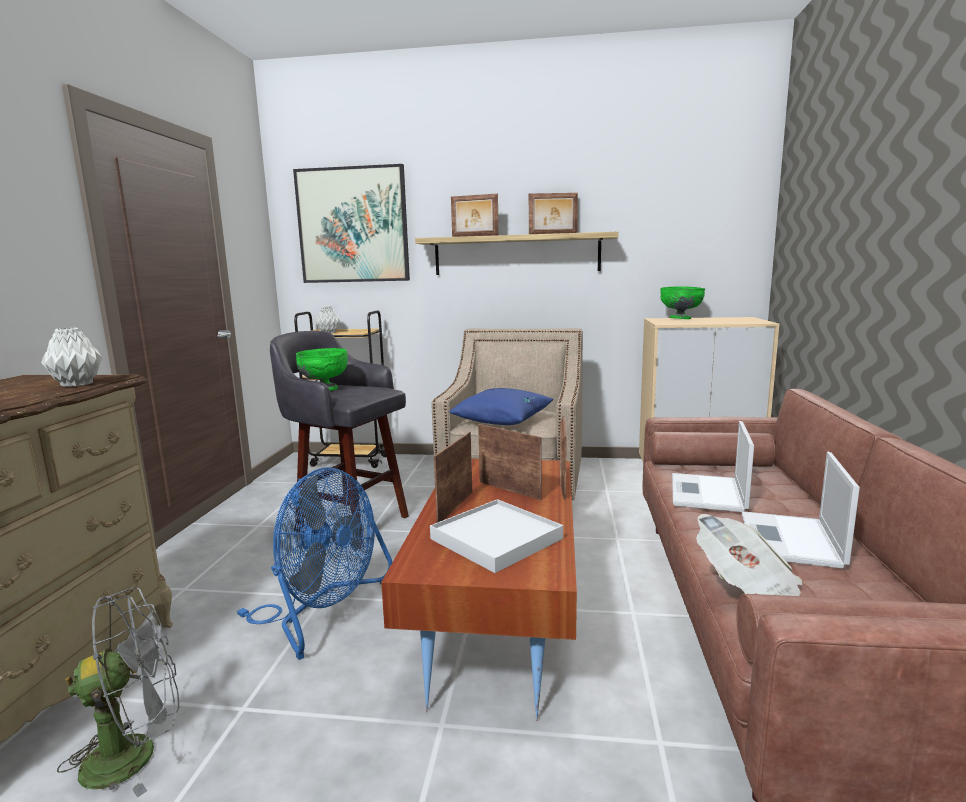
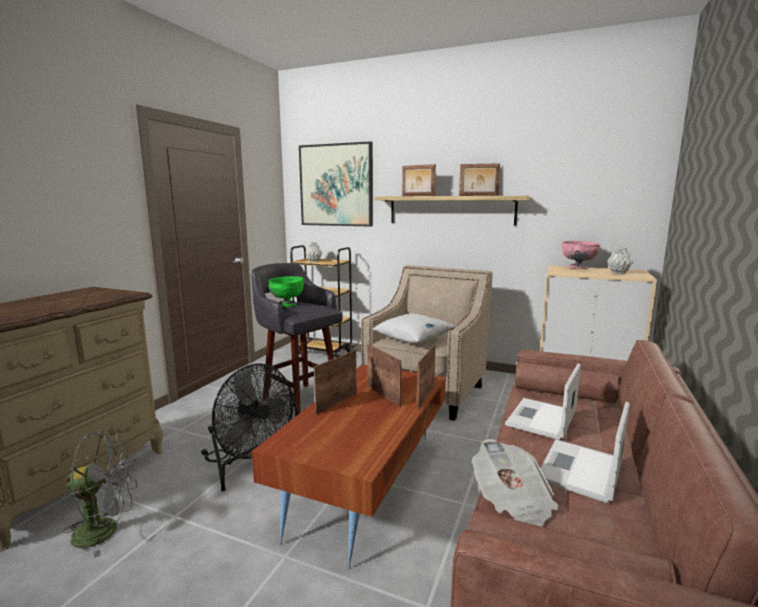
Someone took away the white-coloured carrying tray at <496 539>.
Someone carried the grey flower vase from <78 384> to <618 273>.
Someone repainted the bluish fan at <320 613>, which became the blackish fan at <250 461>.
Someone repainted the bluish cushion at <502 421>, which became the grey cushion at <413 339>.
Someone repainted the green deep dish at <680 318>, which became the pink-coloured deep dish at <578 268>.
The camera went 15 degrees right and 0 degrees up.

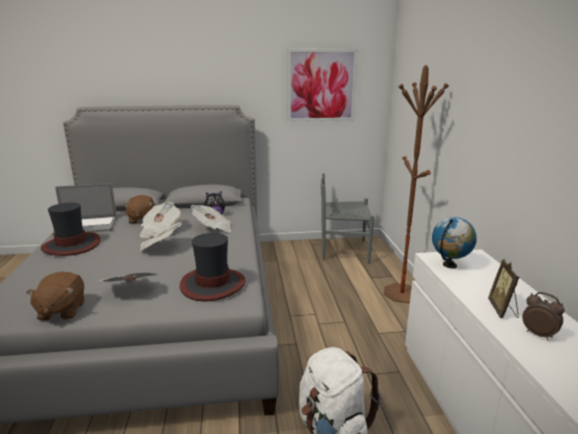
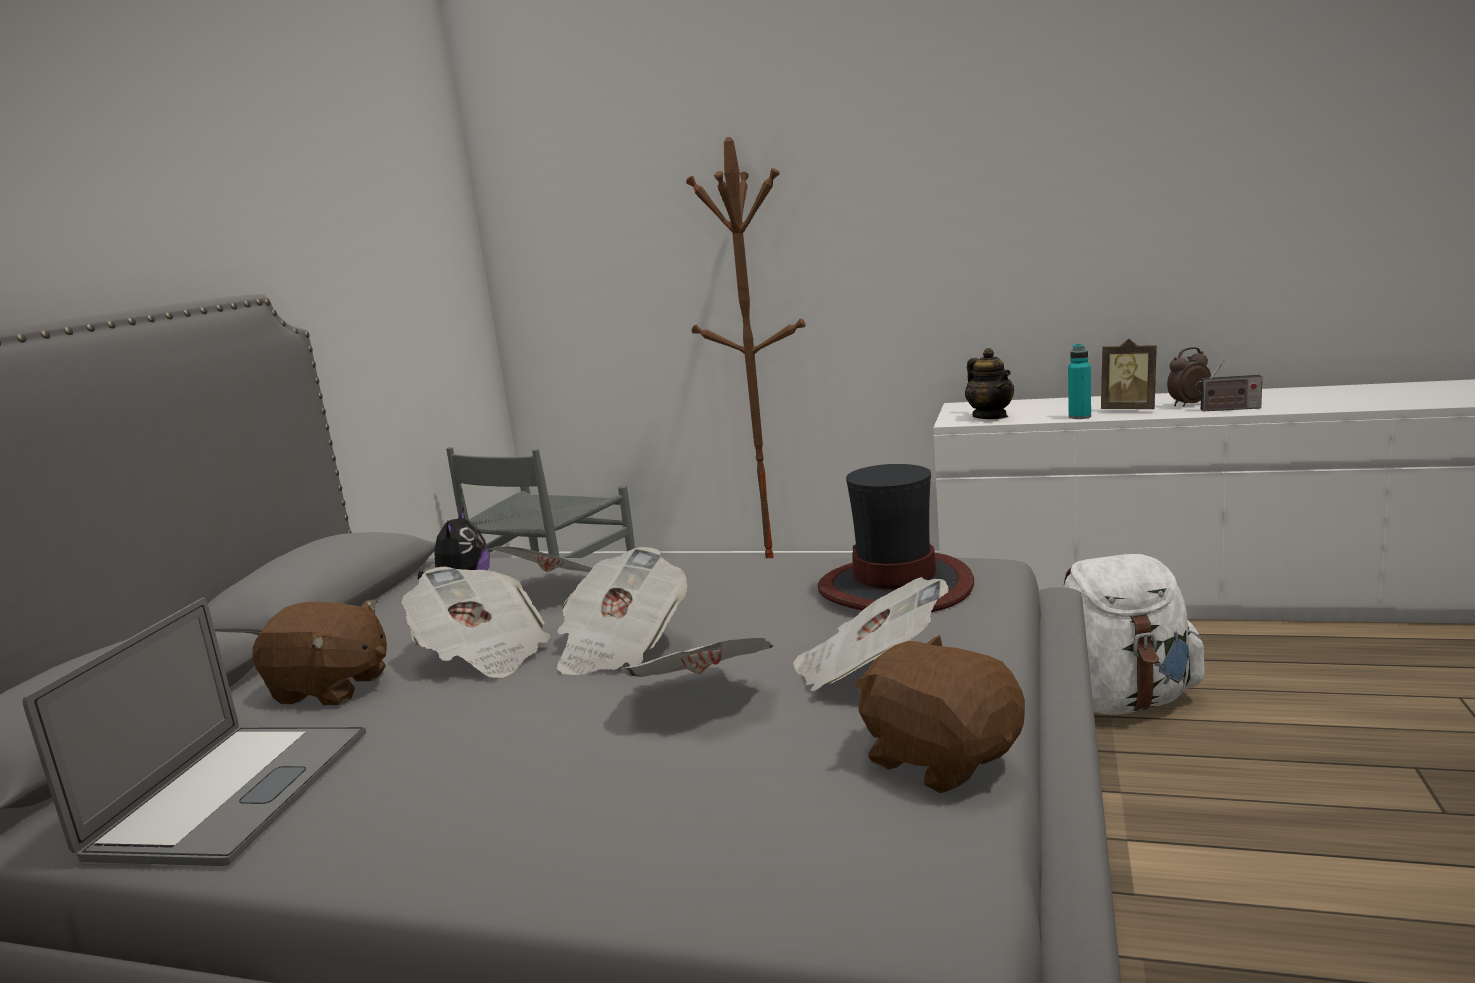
Someone took away the hat at <72 245>.
Someone took away the wall picture at <321 85>.
Someone put down the daily paper at <702 698>.
Someone put down the turquoise-coloured bottle at <1079 417>.
Someone put down the radio at <1227 409>.
Someone swapped the desk globe at <450 265> for the teapot at <990 417>.
Someone rotated the brown cuddly toy at <61 311> by 150 degrees counterclockwise.
The camera went 65 degrees left and 5 degrees down.

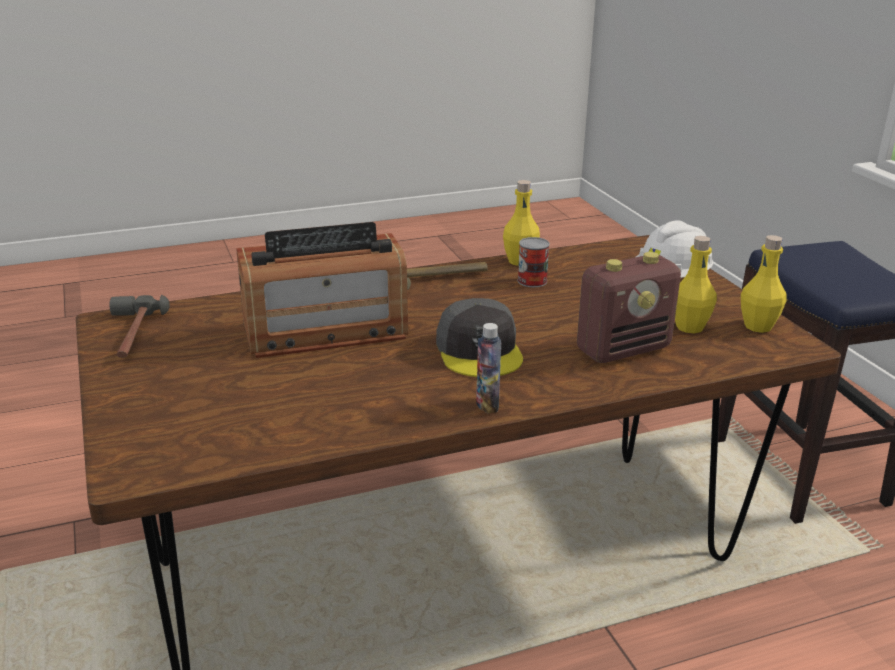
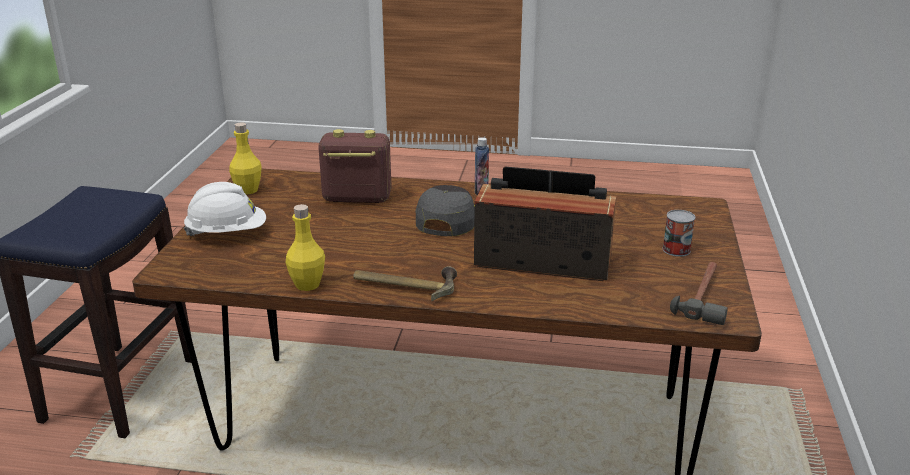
Someone took away the yellow bottle at <689 327>.
Someone carried the can from <532 281> to <676 250>.
The camera went 150 degrees left and 0 degrees up.

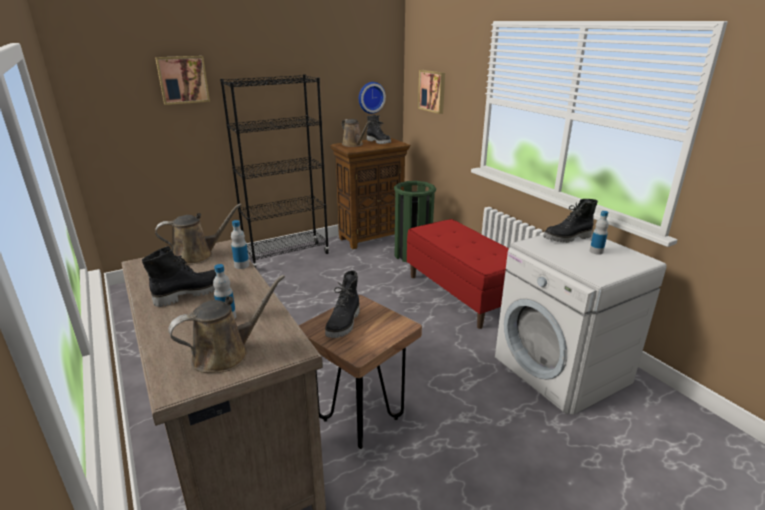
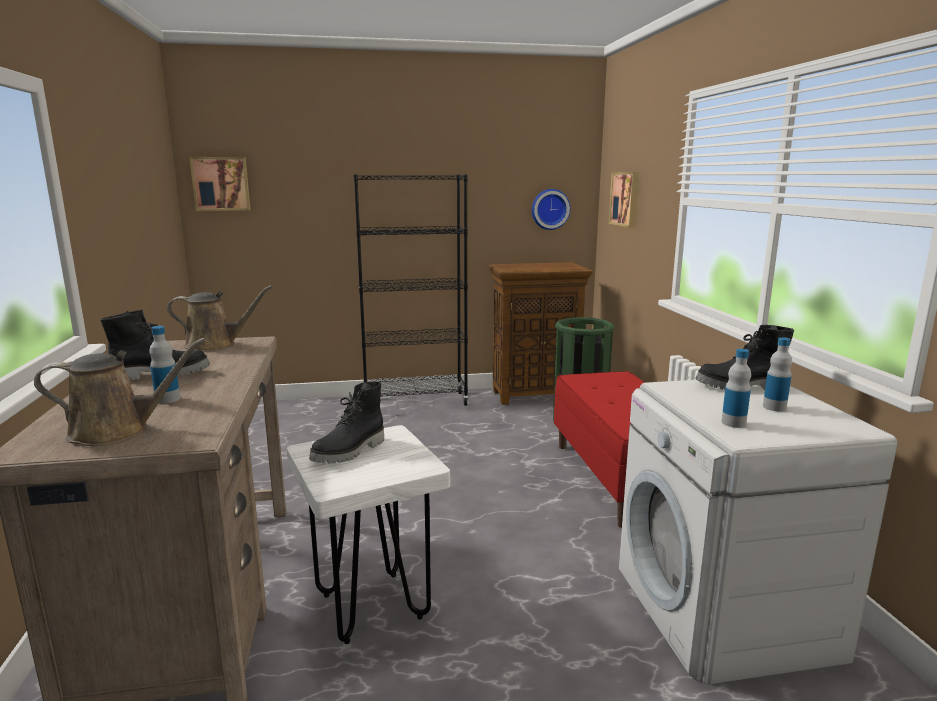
Someone took away the brown watering can at <354 144>.
Someone took away the blackish high-top boot at <379 142>.
Someone carried the wall picture from <183 79> to <221 184>.
Someone carried the bottle from <241 265> to <733 423>.
Someone repainted the brown stool at <361 419>, which became the white-coloured stool at <372 606>.
The camera went 20 degrees right and 10 degrees down.

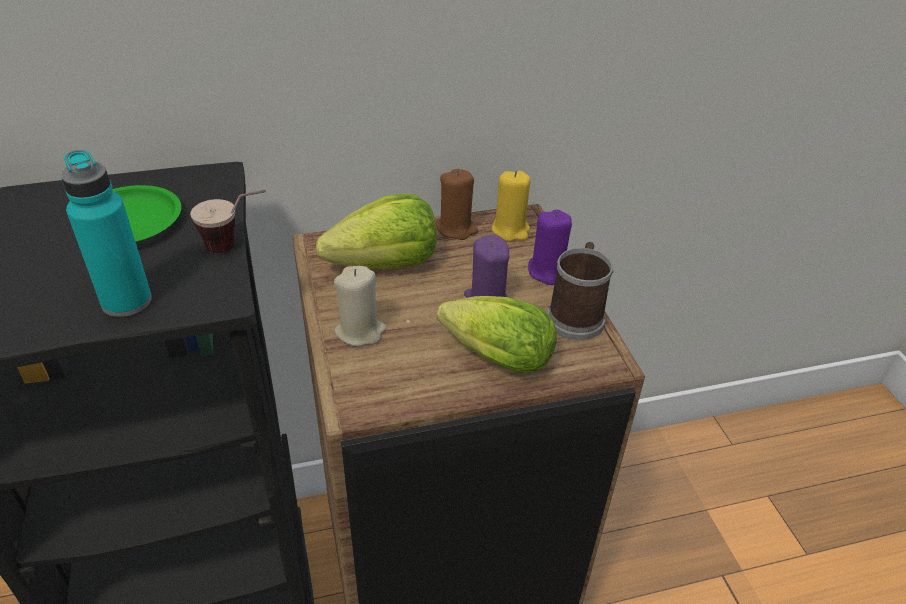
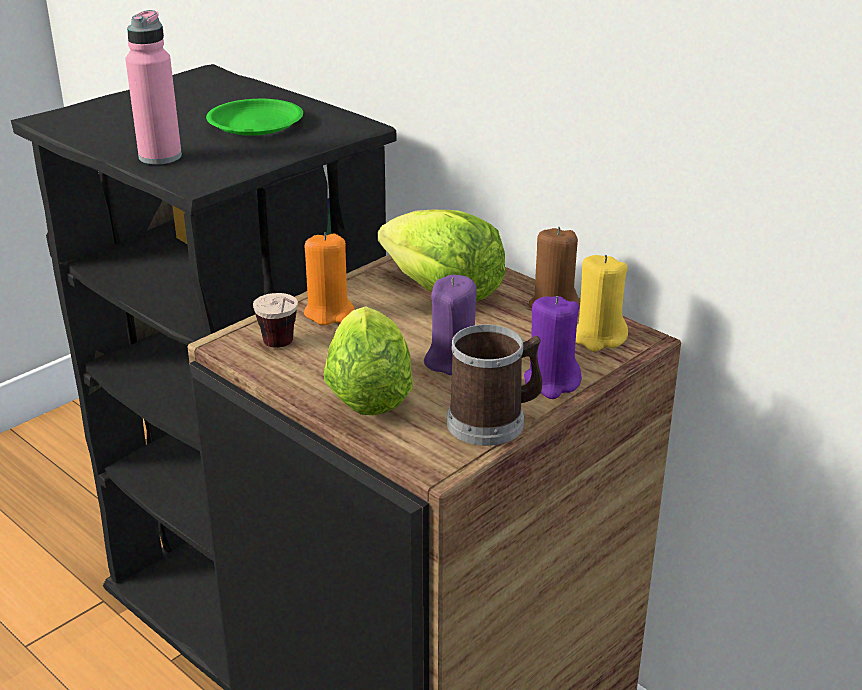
Someone carried the drinking cup from <237 247> to <284 349>.
Someone repainted the turquoise-coloured bottle at <127 301>, which became the pink-coloured bottle at <160 157>.
Someone repainted the beige wax light at <360 331>, which became the orange-coloured wax light at <329 313>.
The camera went 60 degrees right and 10 degrees down.

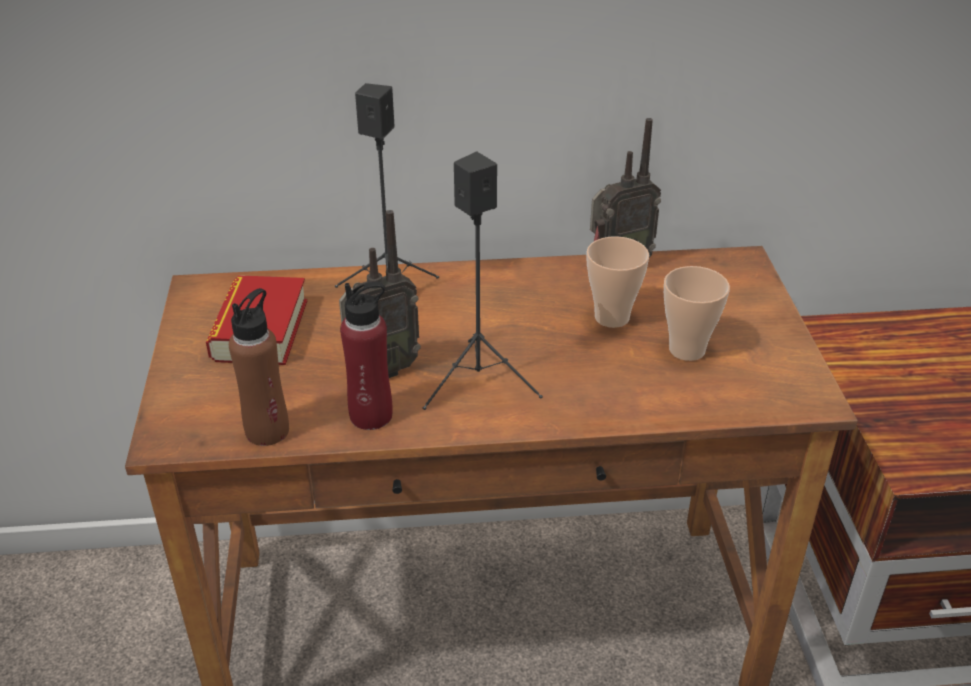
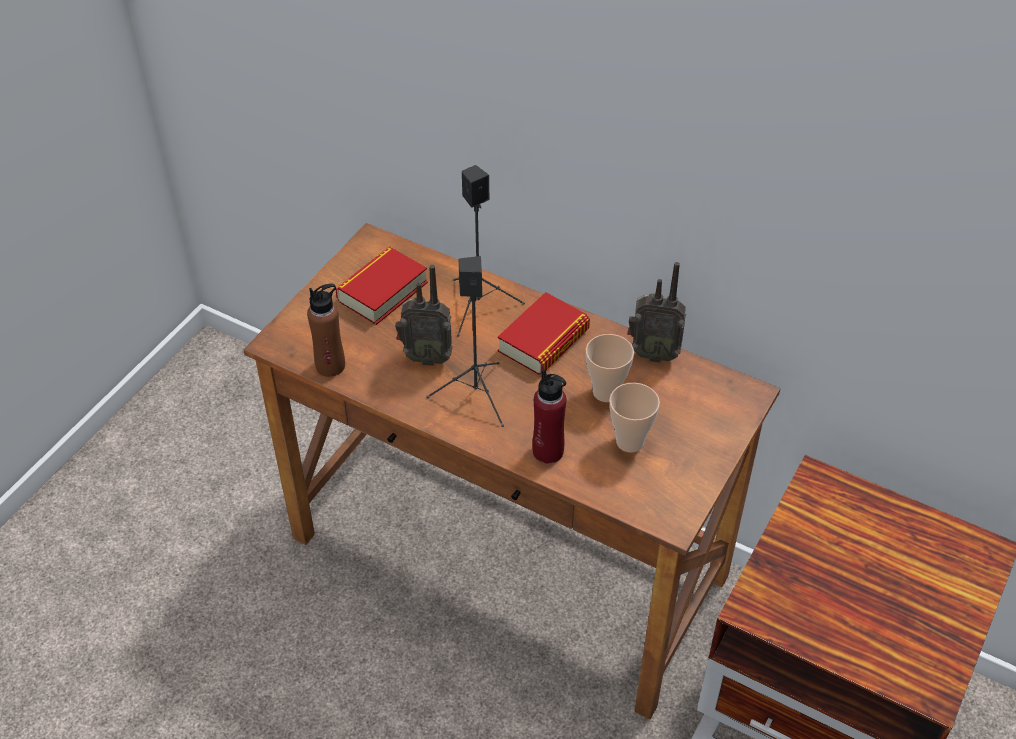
Someone put down the volume at <543 341>.
Someone carried the reddish bottle from <371 415> to <548 451>.
The camera went 35 degrees right and 10 degrees up.

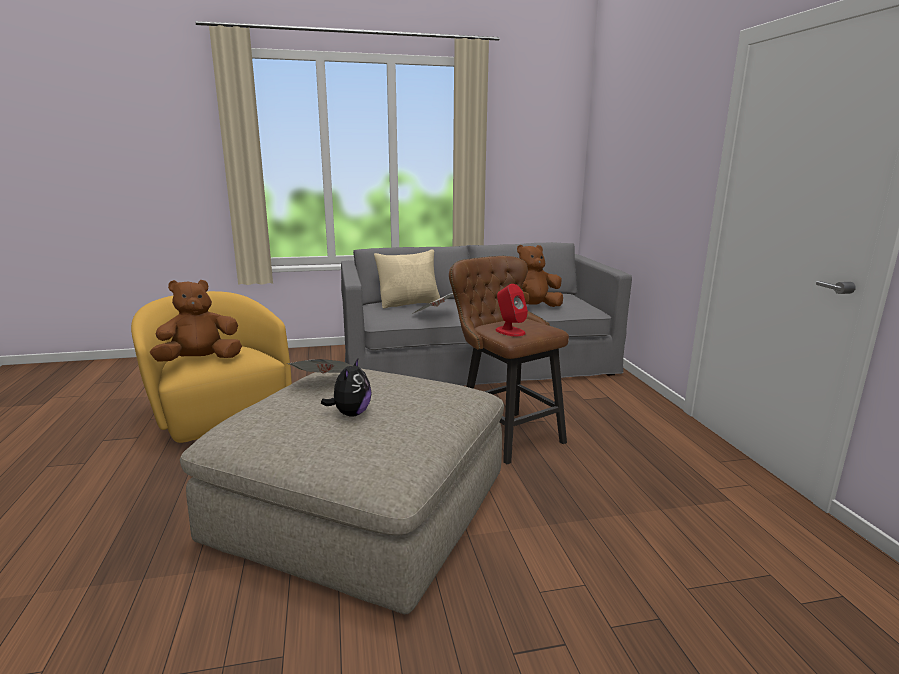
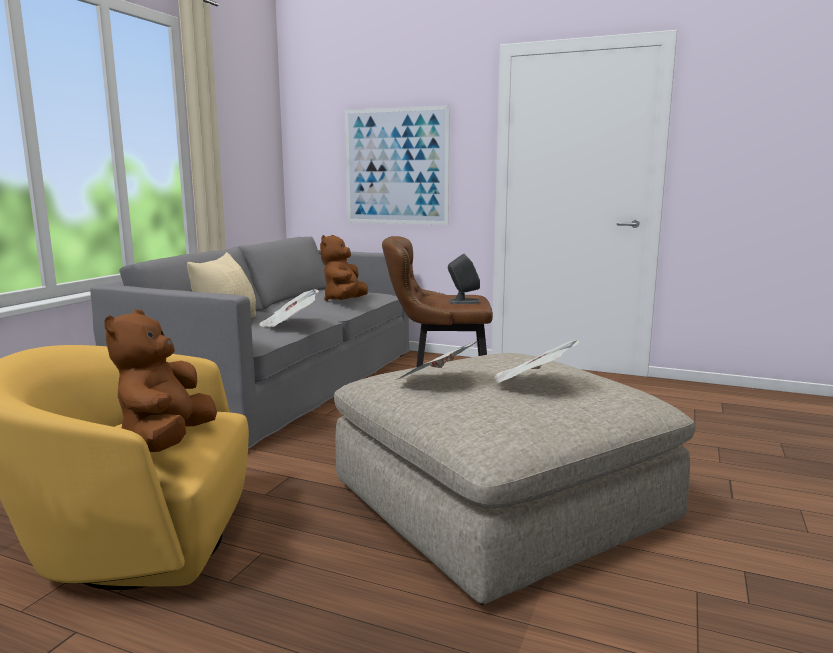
Someone put up the wall picture at <396 166>.
Someone swapped the cuddly toy at <350 414> for the daily paper at <531 384>.
Someone repainted the reddish speaker at <509 331>, which became the grey speaker at <463 301>.
The camera went 55 degrees left and 5 degrees down.

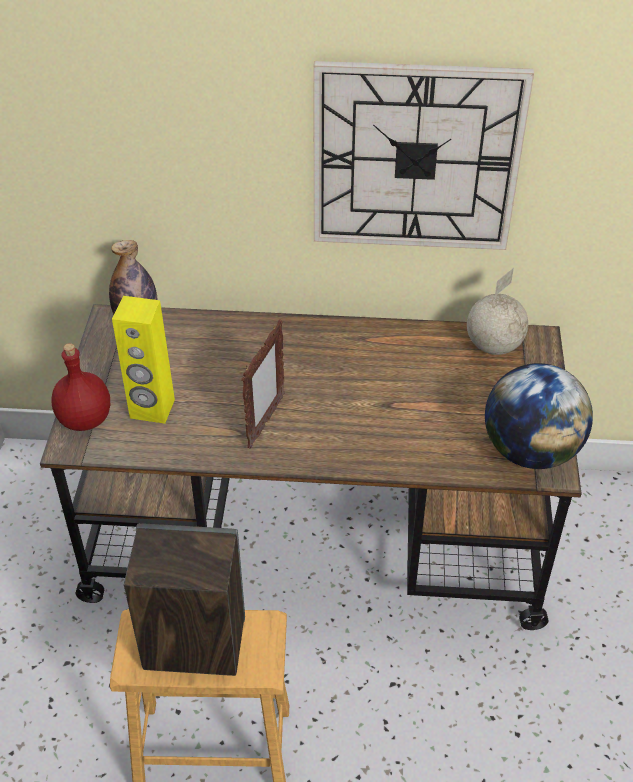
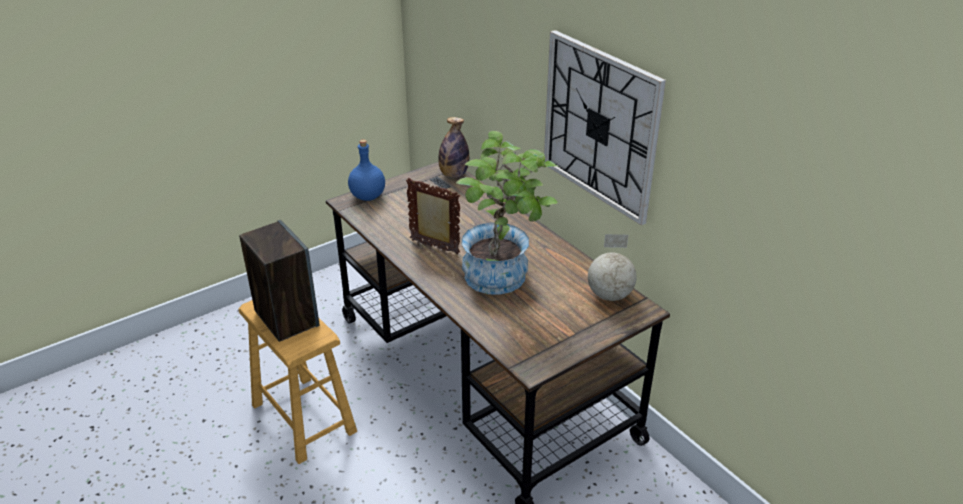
Someone took away the yellow speaker at <152 409>.
Someone took away the desk globe at <530 450>.
Someone put down the plant in a pot at <504 278>.
Someone repainted the reddish bottle at <85 419>, which became the bluish bottle at <368 196>.
Someone rotated the photo frame at <265 422> by 135 degrees counterclockwise.
The camera went 50 degrees right and 10 degrees down.

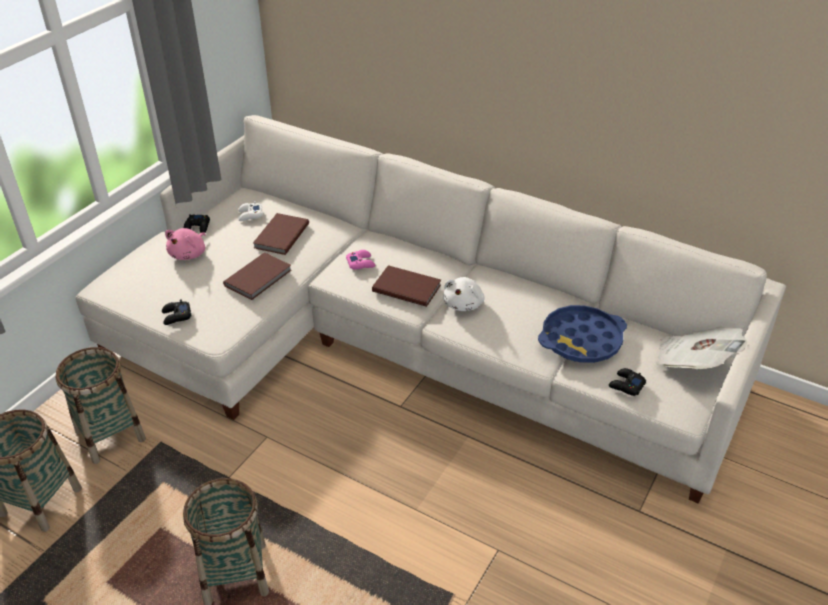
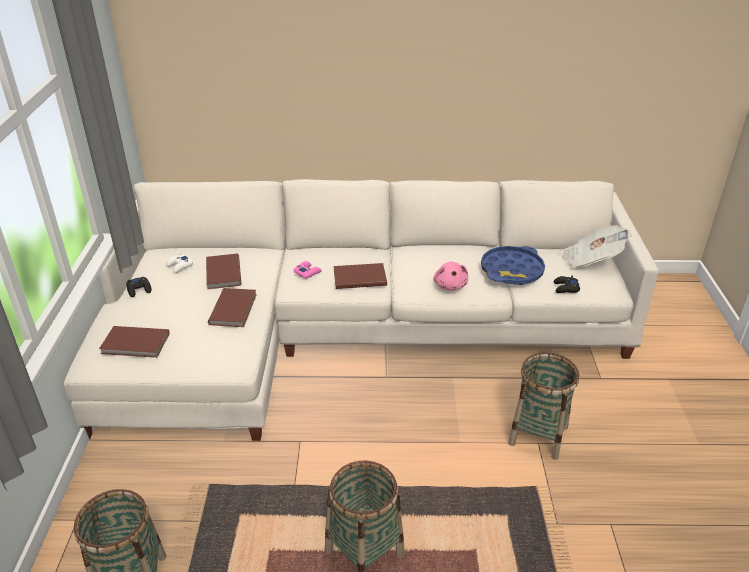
Someone took away the blackish gamepad at <176 316>.
Someone took away the white-coloured cuddly toy at <464 304>.
Someone put down the brown volume at <136 344>.
Someone carried the basket from <110 435> to <537 435>.
Someone carried the pink-coloured cuddly toy from <189 254> to <450 285>.
The camera went 30 degrees left and 5 degrees down.

